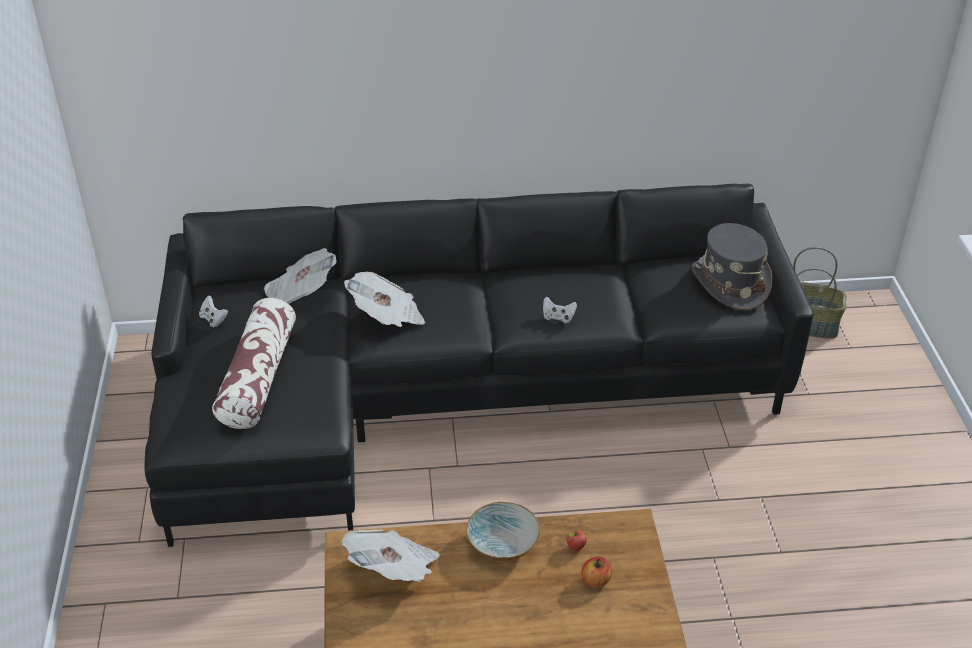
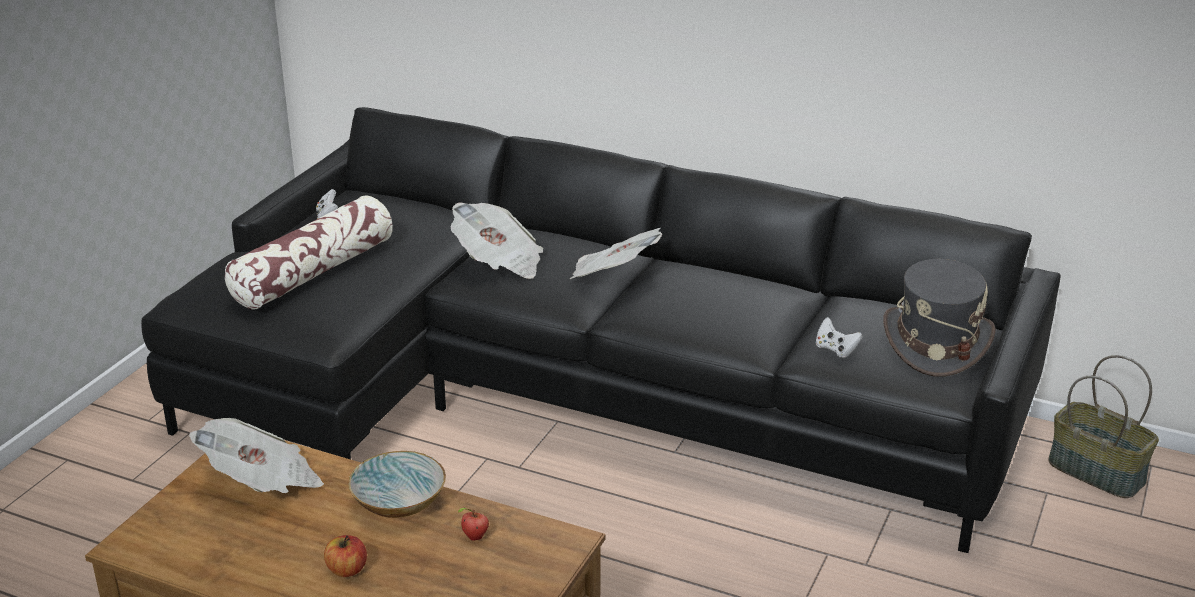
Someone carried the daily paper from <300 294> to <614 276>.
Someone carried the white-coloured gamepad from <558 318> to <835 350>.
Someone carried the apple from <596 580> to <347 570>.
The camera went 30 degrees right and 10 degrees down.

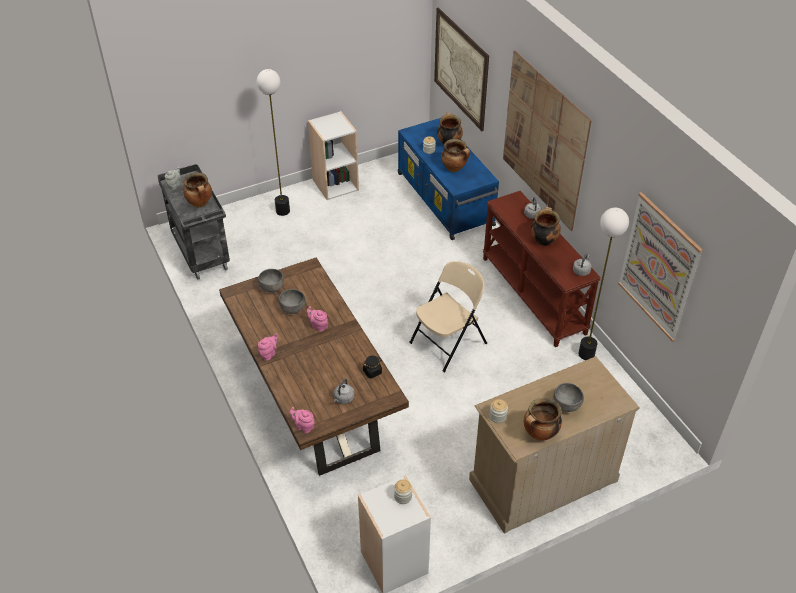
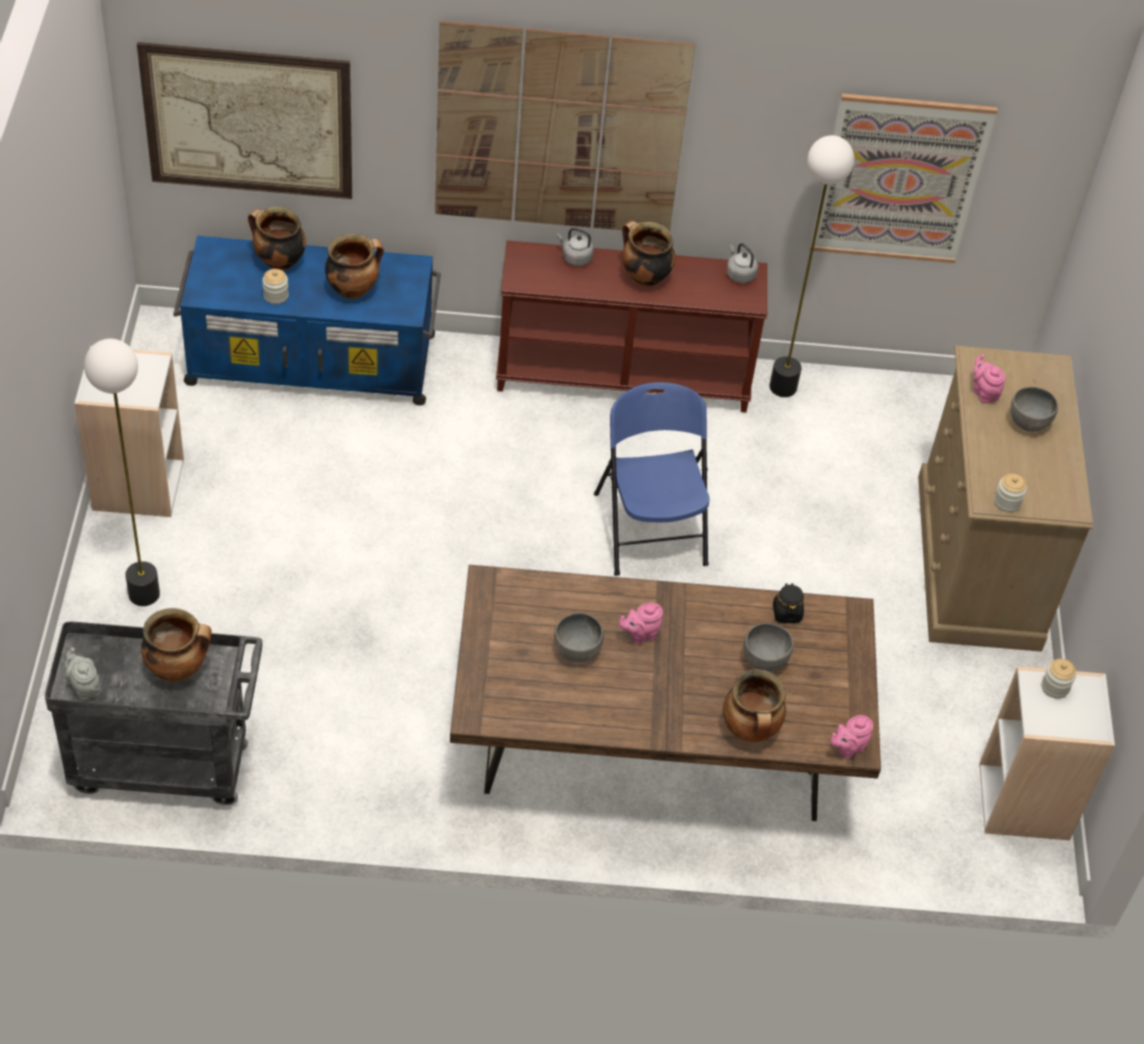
Someone took away the grey tea kettle at <343 399>.
Someone carried the grey deep dish from <272 288> to <764 660>.
Someone carried the pink-coloured teapot from <269 354> to <984 392>.
Someone carried the stockpot from <539 434> to <750 731>.
Someone repainted the beige plain chair at <448 343>, which became the bluish plain chair at <650 529>.
The camera went 65 degrees left and 5 degrees up.

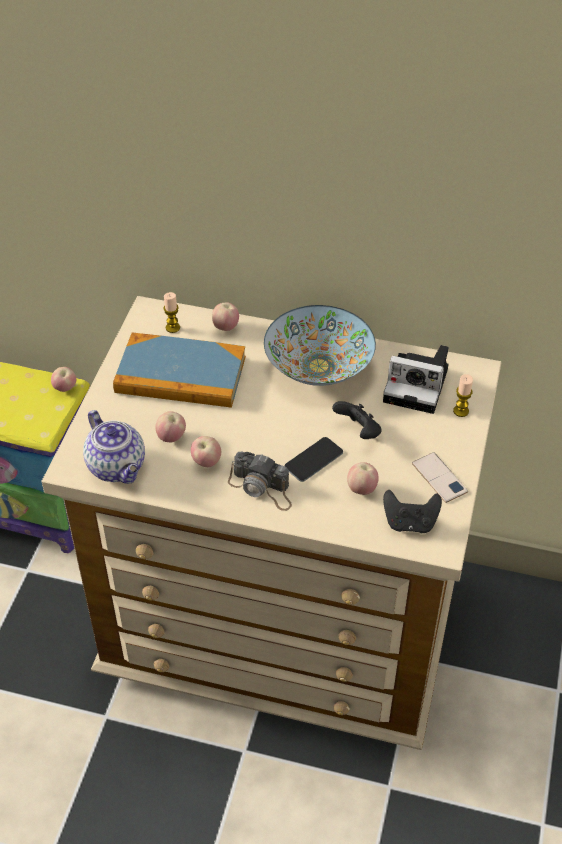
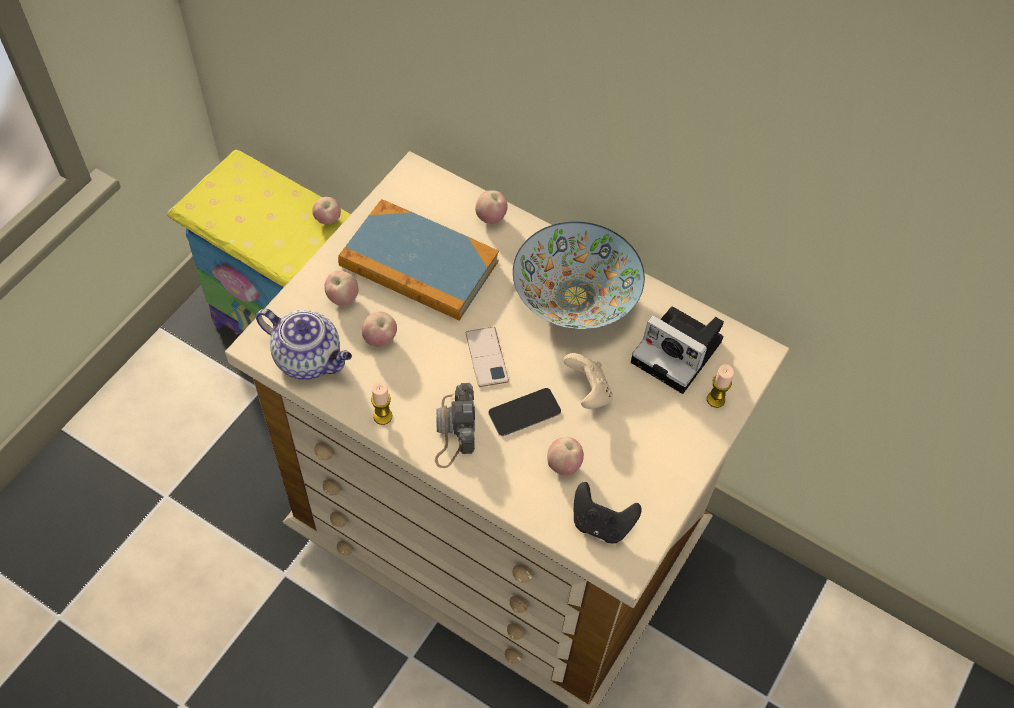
Someone carried the wax light from <172 327> to <382 416>.
Someone carried the apple from <206 462> to <343 298>.
Someone carried the phone from <439 477> to <486 357>.
Someone repainted the blackish gamepad at <358 432>, which became the beige gamepad at <588 392>.
Someone rotated the teapot at <118 467> by 45 degrees counterclockwise.
Someone rotated the photo camera at <262 488> by 45 degrees clockwise.
The camera went 15 degrees right and 10 degrees up.

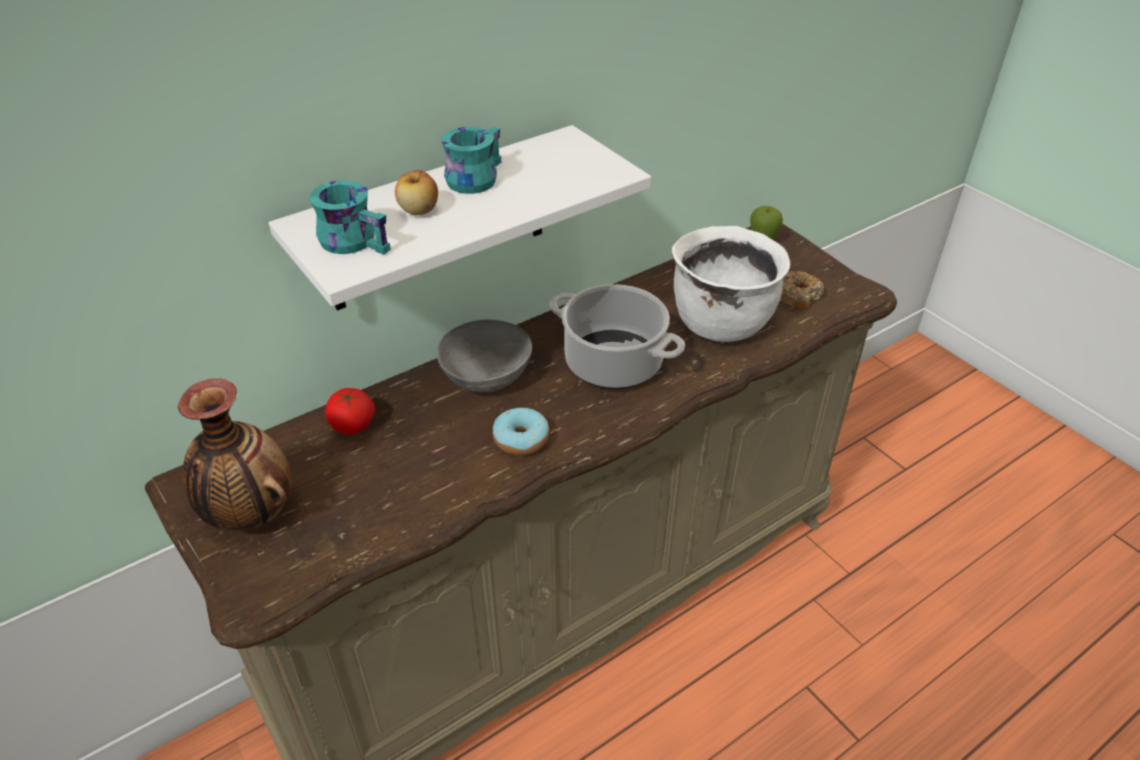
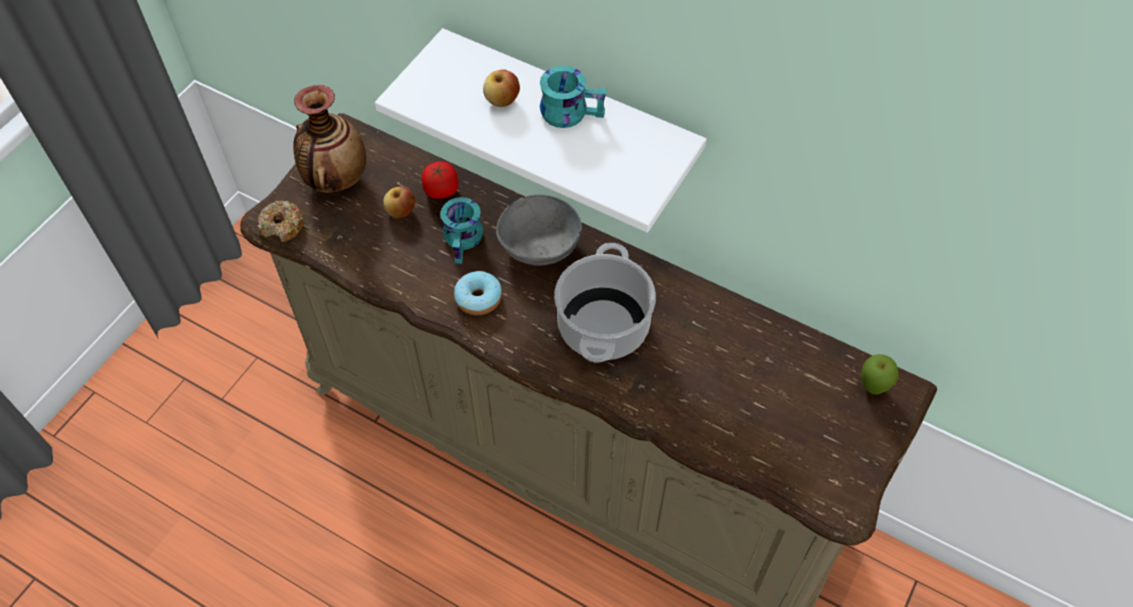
Someone took away the white-coloured stockpot at <720 322>.
Someone put down the apple at <401 211>.
Someone carried the turquoise-coloured coffee mug from <357 240> to <465 240>.
Someone carried the donut from <797 296> to <282 226>.
The camera went 65 degrees right and 15 degrees up.

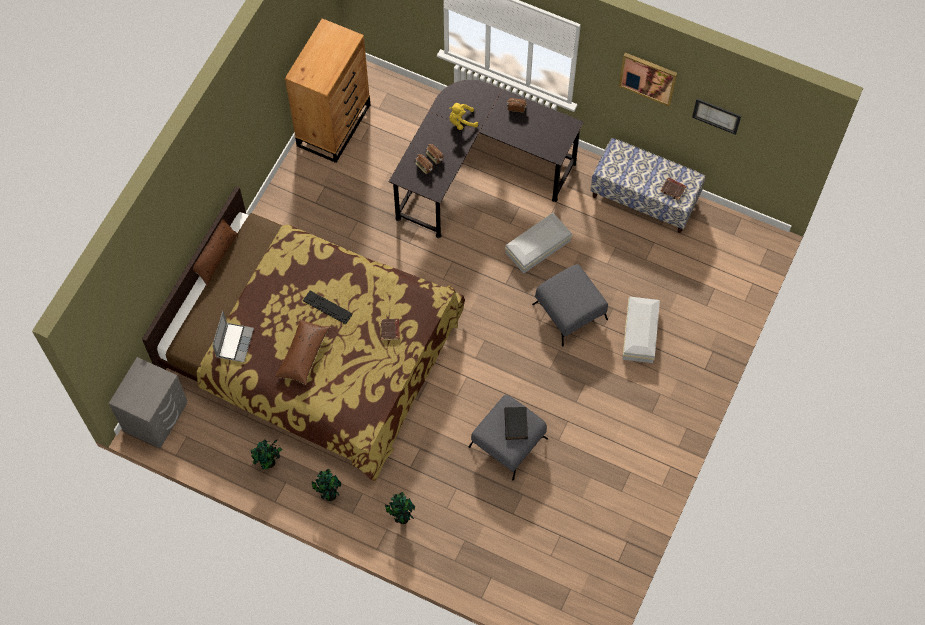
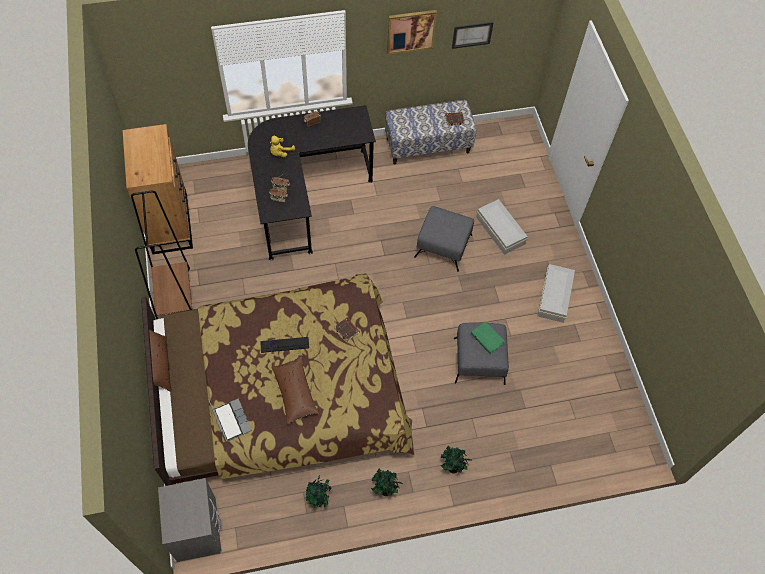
Someone put down the garment stand at <174 297>.
Someone carried the white-coloured storage bin from <539 246> to <555 296>.
Someone repainted the blackish volume at <517 424>, which became the green volume at <488 338>.
The camera went 40 degrees left and 5 degrees down.

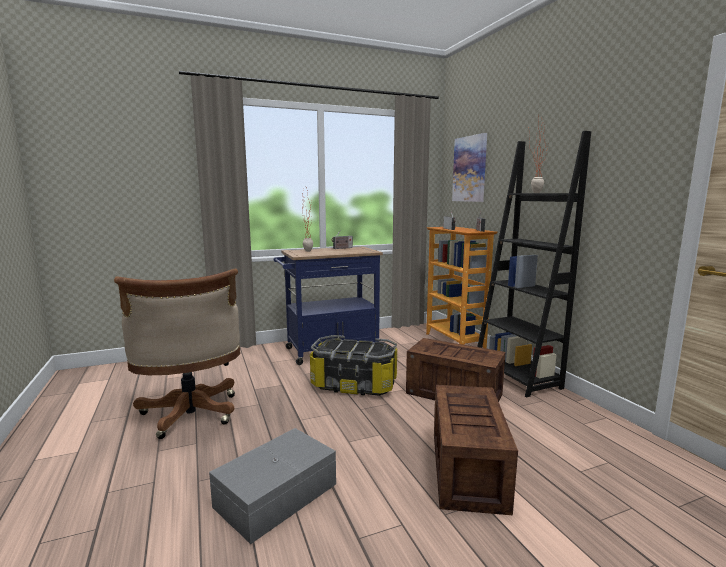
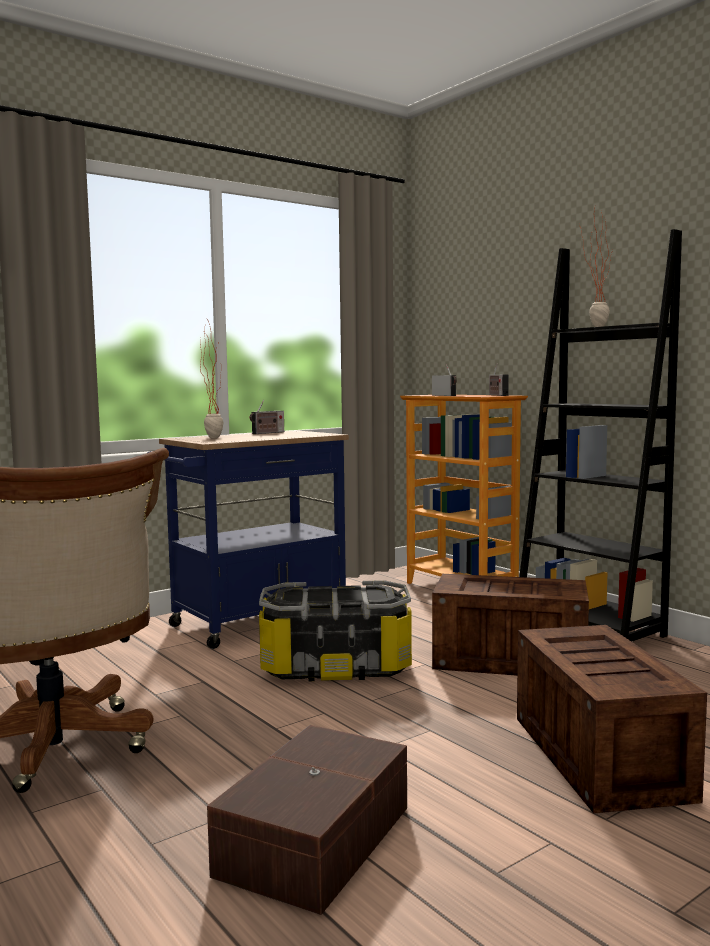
Someone took away the wall picture at <470 169>.
Someone repainted the grey storage bin at <274 495>, which became the brown storage bin at <311 840>.
The camera went 15 degrees left and 5 degrees down.

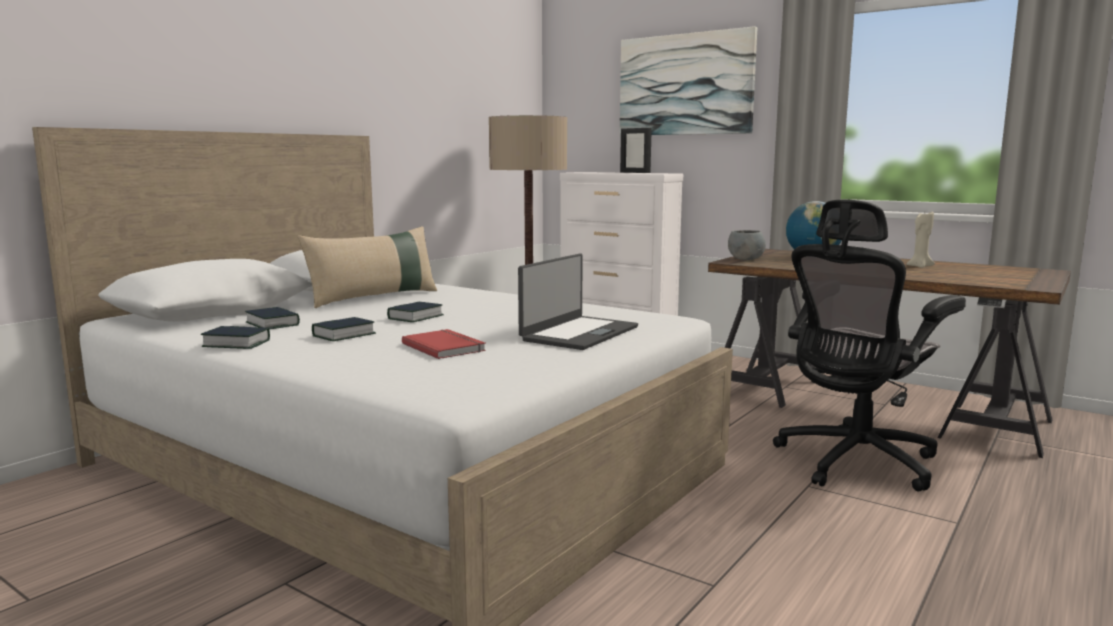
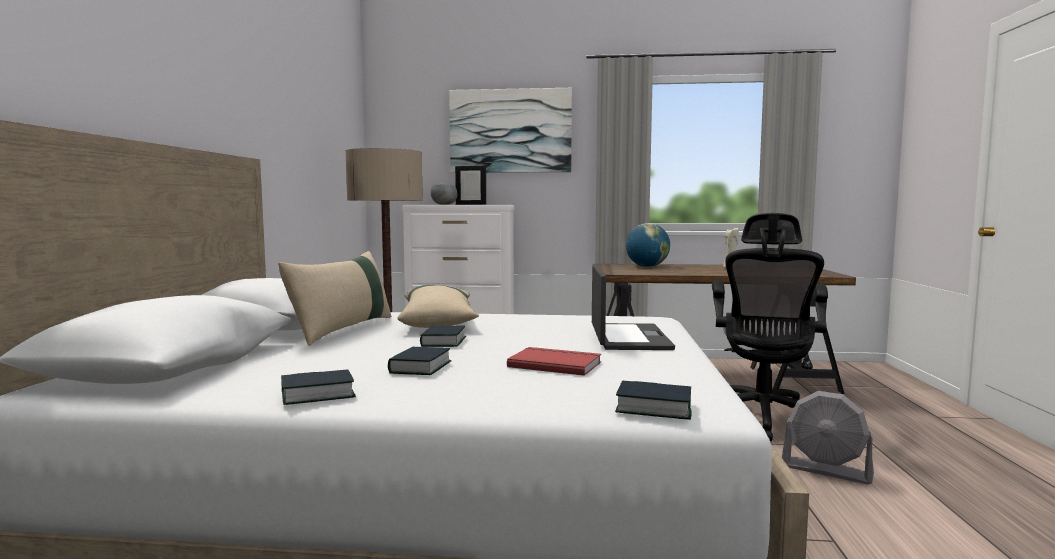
Someone put down the beige cushion at <438 320>.
Someone put down the grey fan at <826 470>.
Someone carried the volume from <272 324> to <653 408>.
Someone carried the grey deep dish from <745 259> to <444 204>.
The camera went 30 degrees left and 5 degrees down.

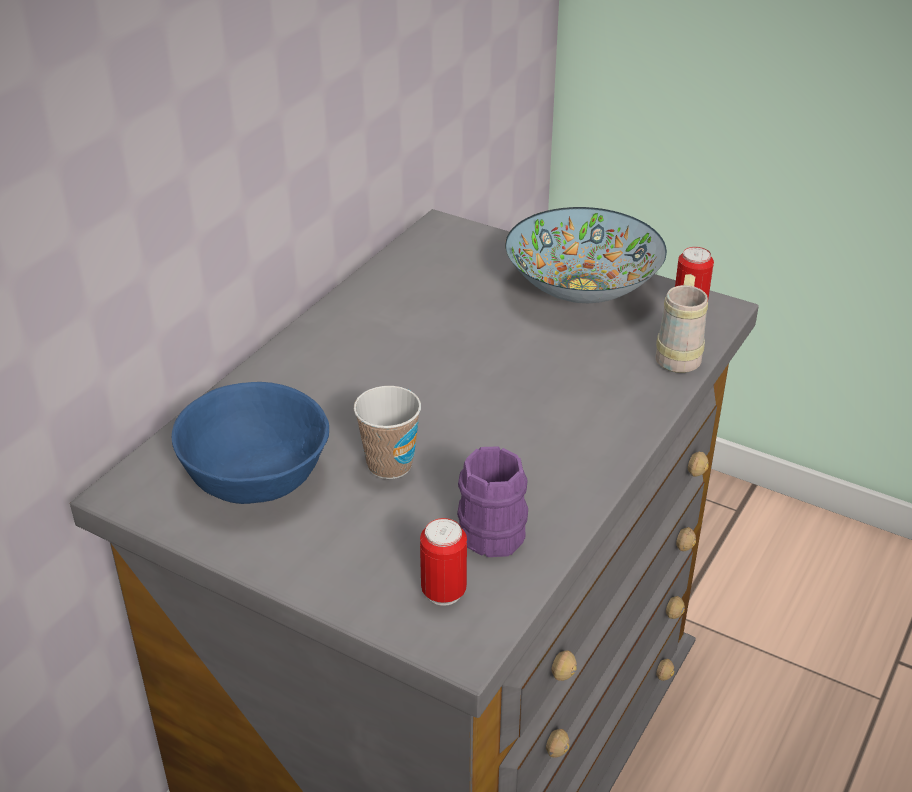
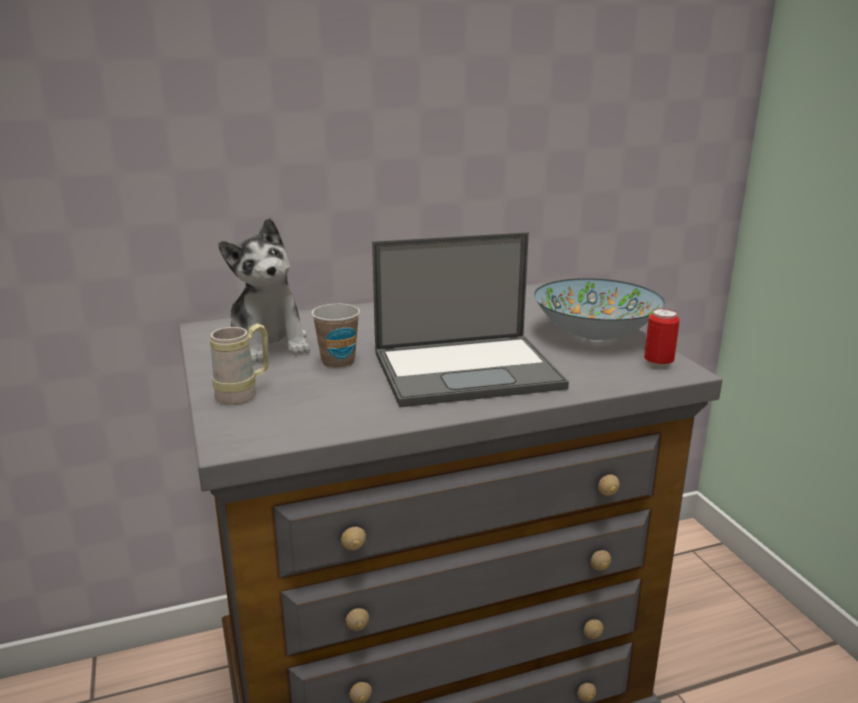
Someone took away the can at <443 592>.
Someone took away the purplish coffee mug at <491 526>.
Someone put down the portable computer at <468 370>.
Someone carried the beige coffee mug from <679 354> to <244 394>.
Someone swapped the bluish deep dish at <256 475> for the cuddly toy at <268 343>.
The camera went 40 degrees right and 15 degrees down.

